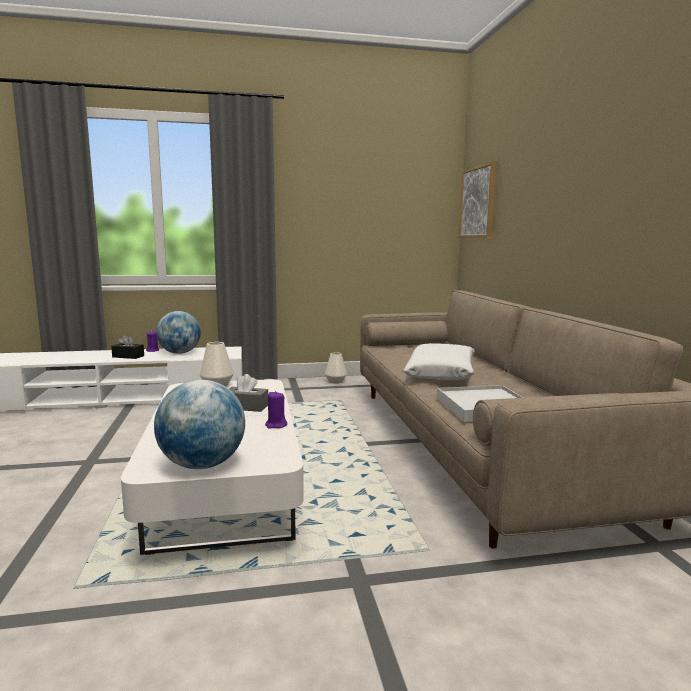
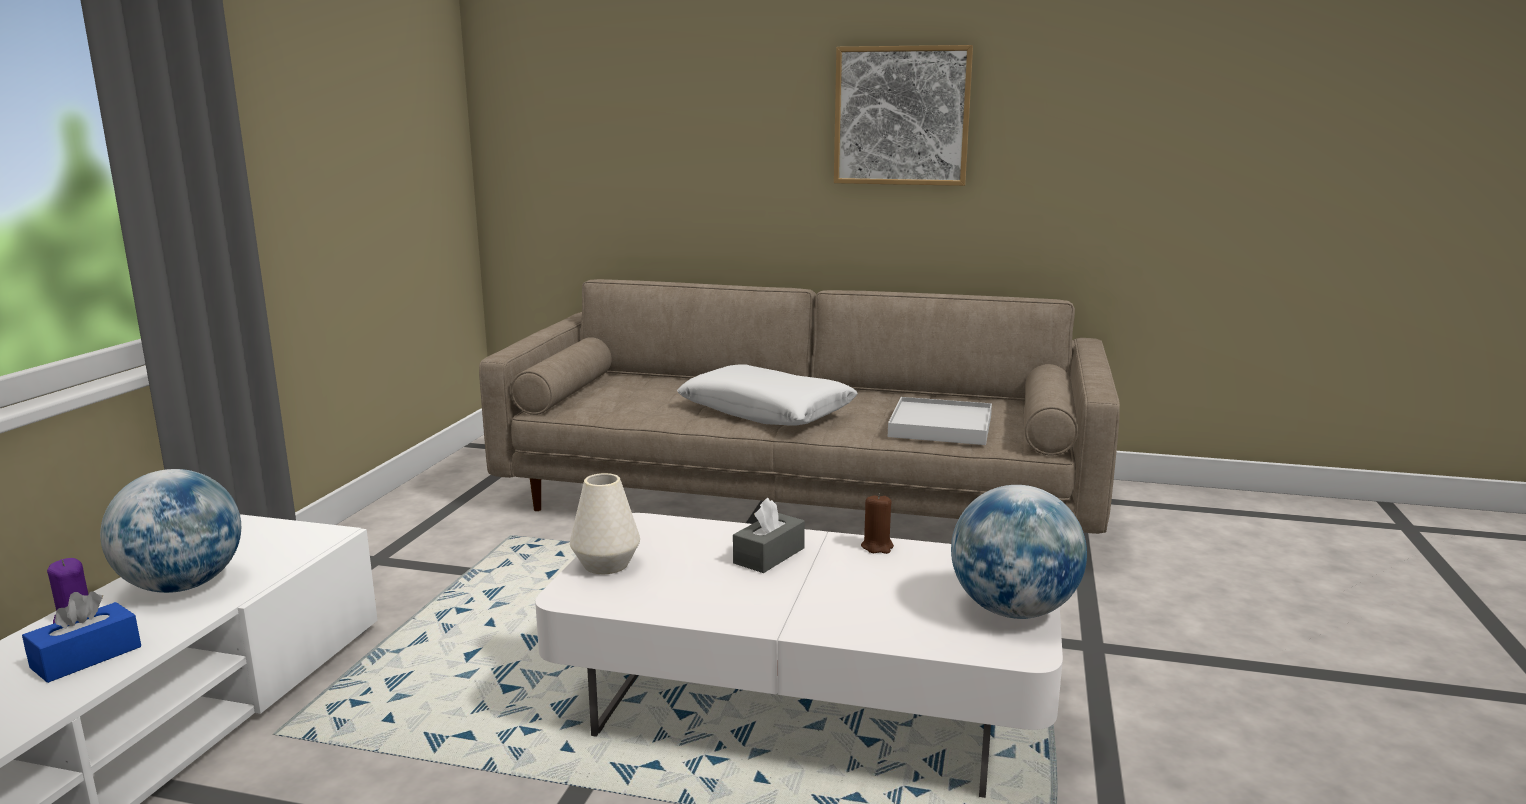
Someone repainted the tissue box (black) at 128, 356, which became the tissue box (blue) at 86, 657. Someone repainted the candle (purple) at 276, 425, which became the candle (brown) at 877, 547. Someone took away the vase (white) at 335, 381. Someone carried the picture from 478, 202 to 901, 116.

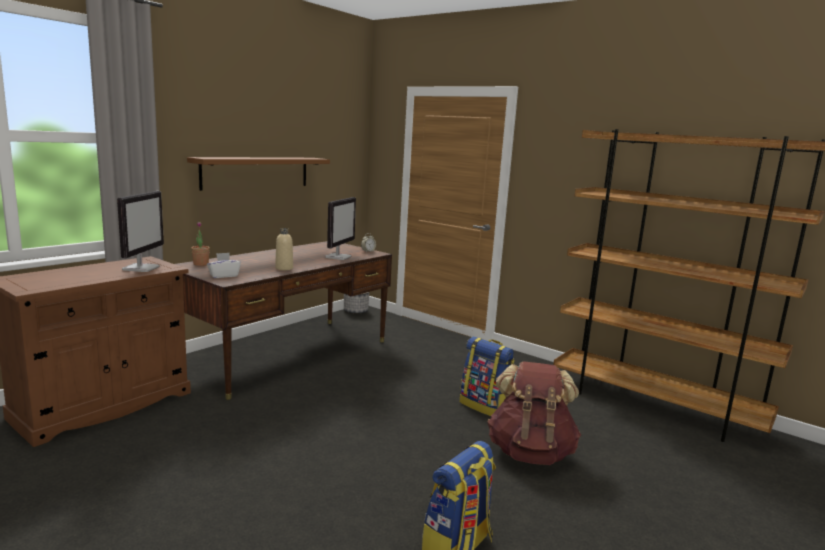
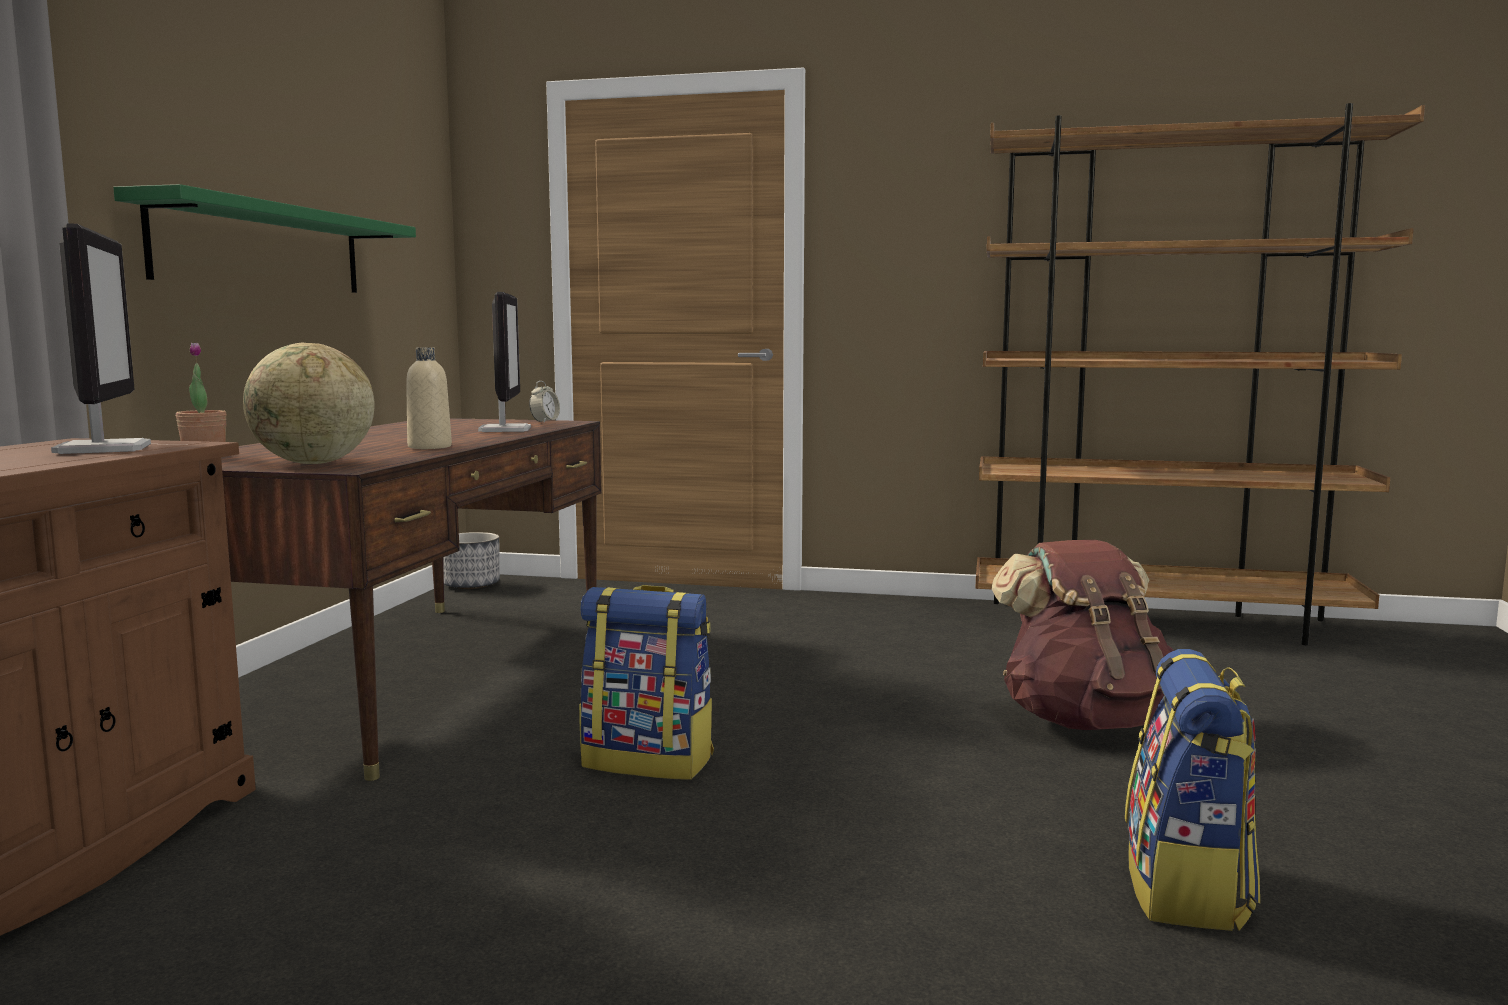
Someone repainted the shelf (brown) at 256, 172, which became the shelf (green) at 262, 249. Someone swapped the tissue box (white) at 224, 276 for the globe at 313, 463. Someone carried the backpack from 485, 406 to 649, 761.

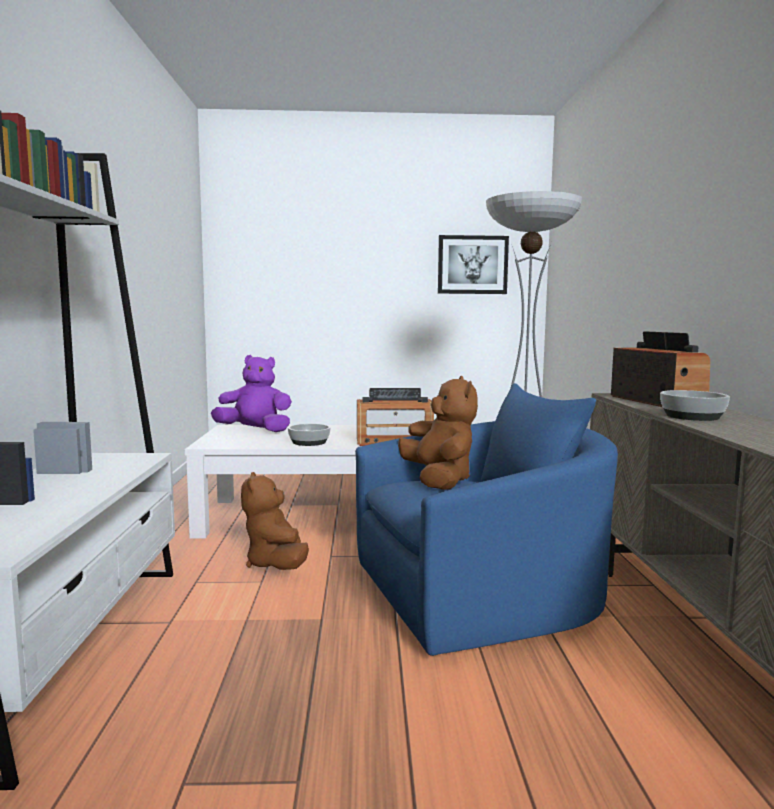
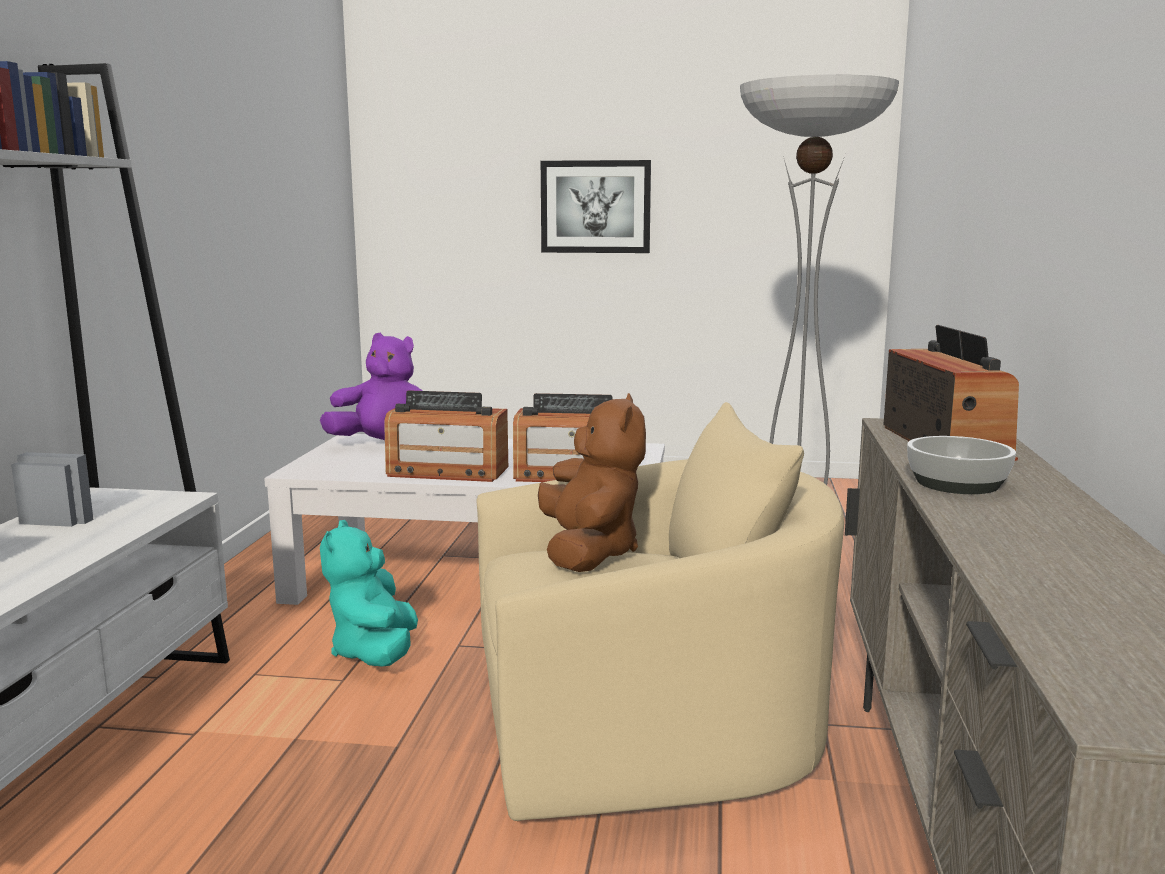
Someone repainted the plush toy (brown) at 276, 564, which became the plush toy (turquoise) at 375, 653. Someone swapped the bowl at 309, 442 for the radio at 447, 472. Someone repainted the armchair (blue) at 482, 596, which became the armchair (beige) at 646, 729. Someone carried the picture from 472, 265 to 595, 207.

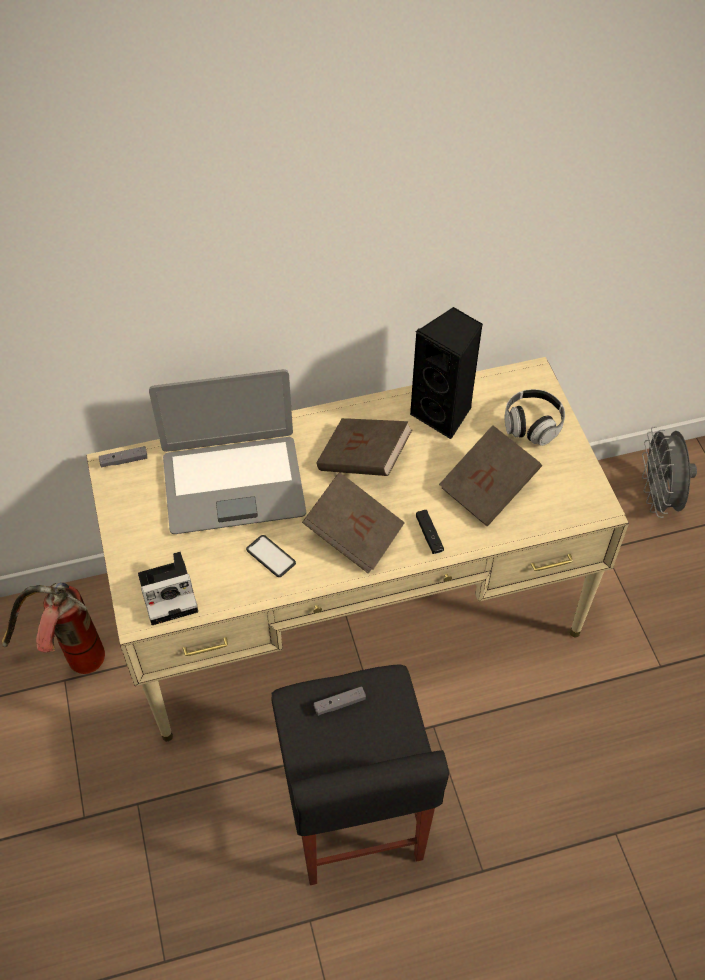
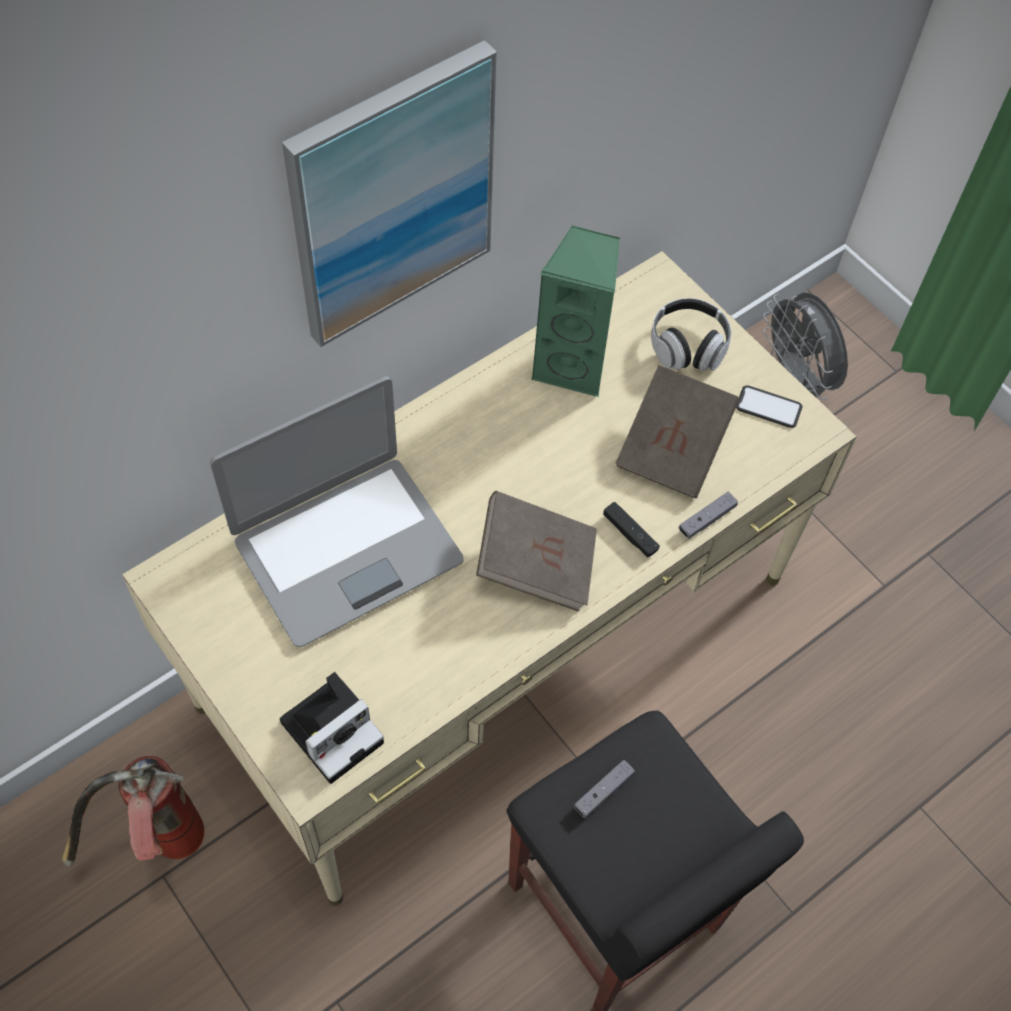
Someone carried the game controller (grey) from 124, 460 to 707, 519. Someone carried the phone from 271, 556 to 768, 407. Someone took away the book (brown) at 363, 460. Someone repainted the speaker (black) at 444, 414, which became the speaker (green) at 573, 365. Someone put up the picture at 392, 196.

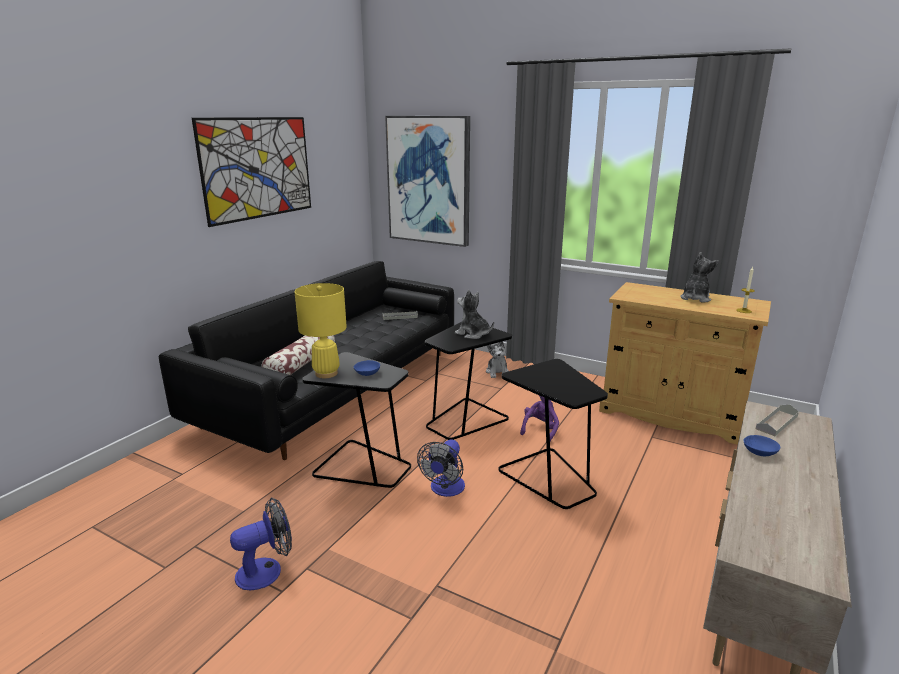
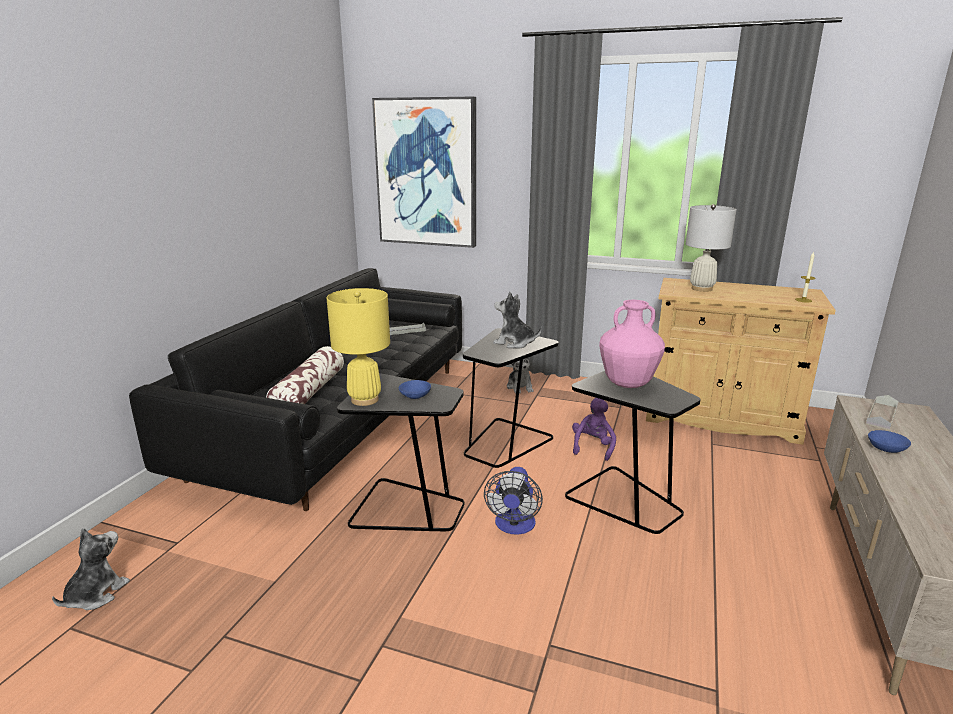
Someone took away the picture at 258, 168. Someone took away the fan at 267, 570. Someone carried the plush toy from 695, 298 to 96, 594. Someone put down the vase (pink) at 627, 384. Someone put down the table lamp (white) at 701, 289.

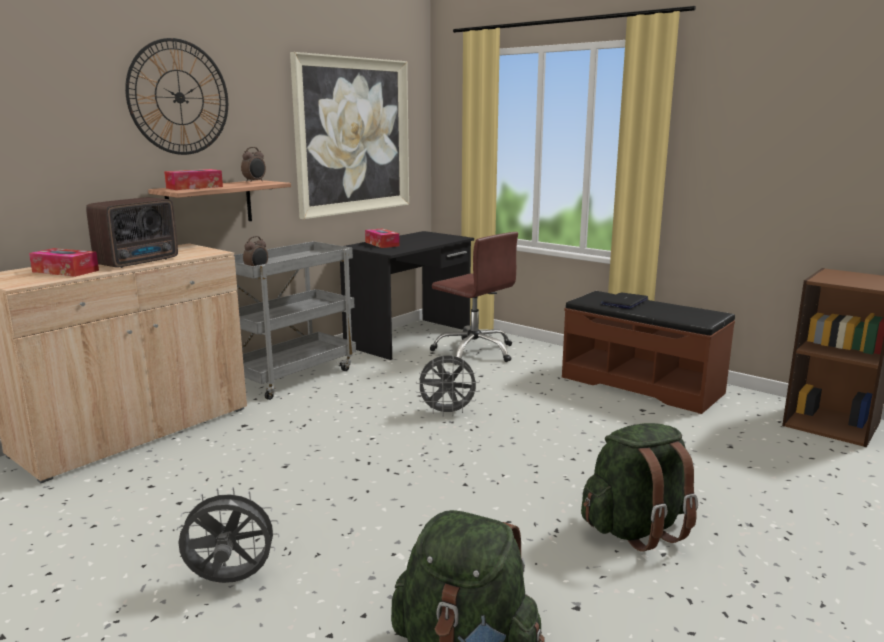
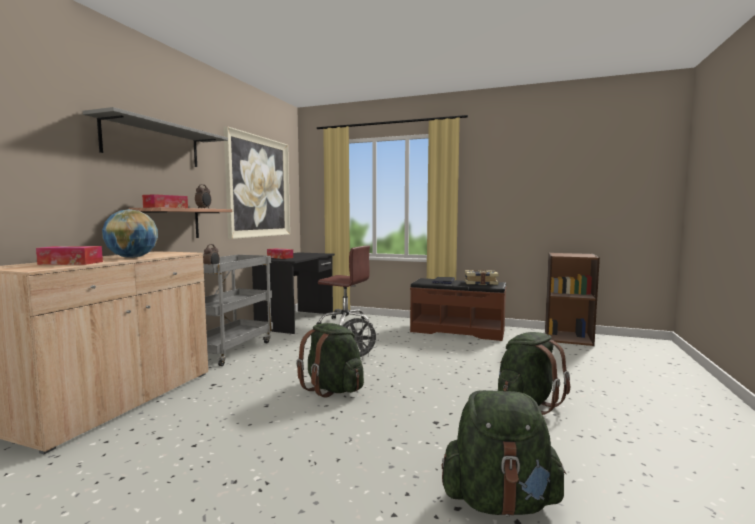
Someone swapped the radio at 140, 262 for the globe at 132, 257. Someone swapped the wall clock at 179, 97 for the shelf (grey) at 153, 144. Someone took away the fan (grey) at 230, 581. Someone put down the backpack (green) at 332, 389. Someone put down the book at 480, 283.

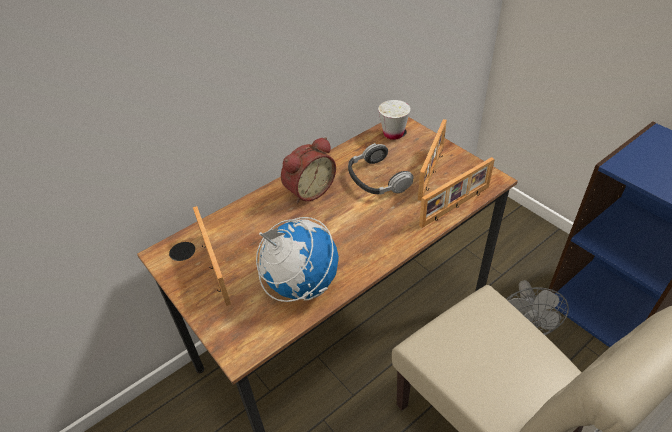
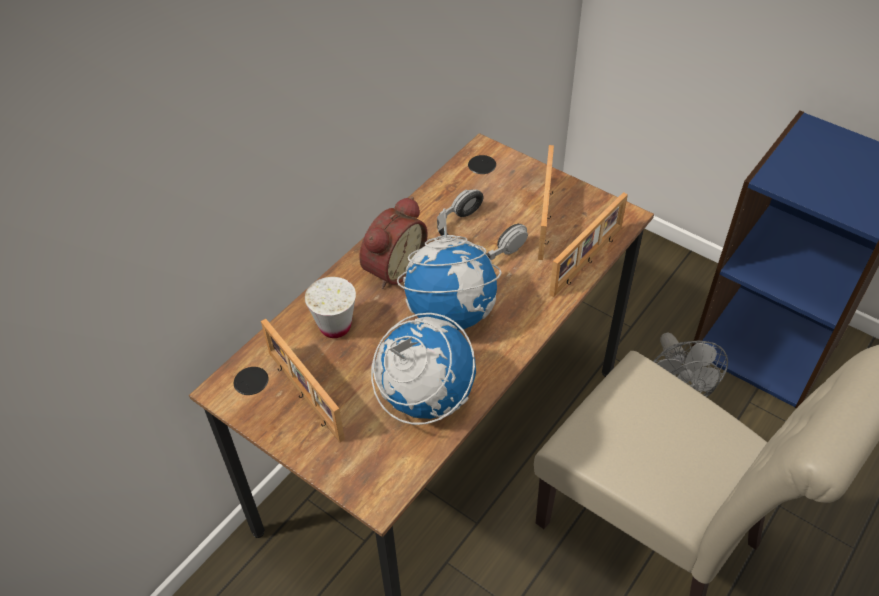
Someone carried the cup (white) from 393, 134 to 335, 326. Someone put down the globe at 451, 312.

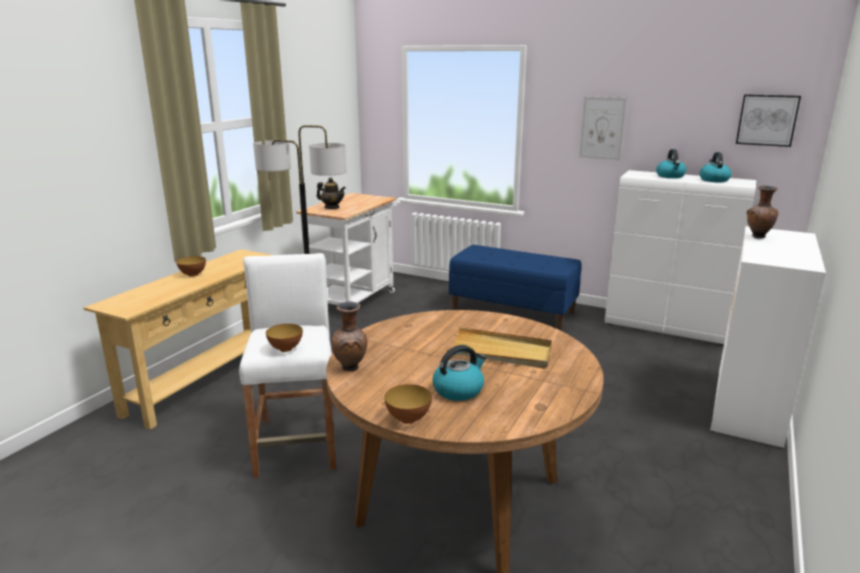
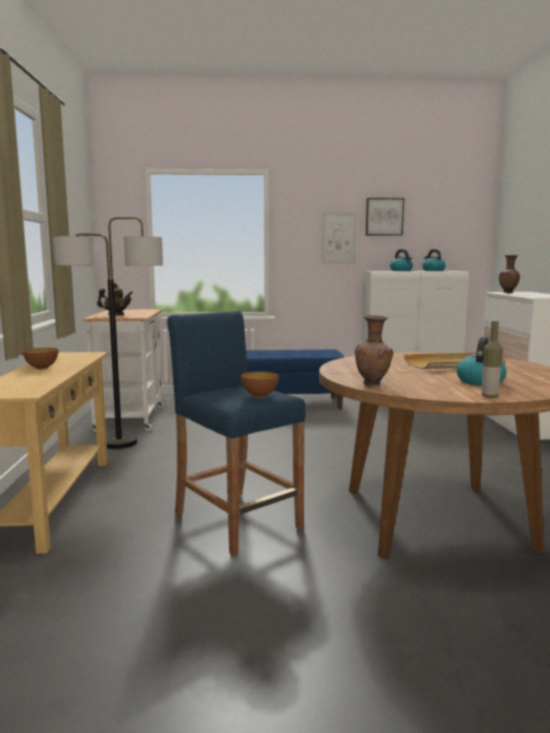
Someone repainted the stool (white) at 297, 443, which became the stool (blue) at 237, 520. Someone swapped the bowl at 408, 419 for the bottle at 489, 396. Someone carried the picture from 767, 120 to 384, 217.

